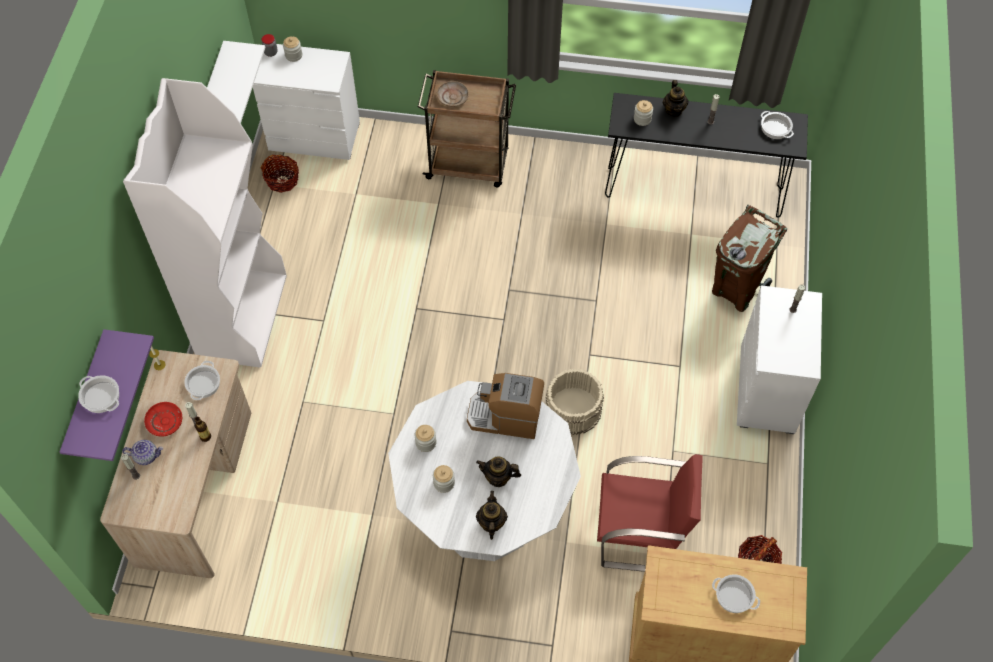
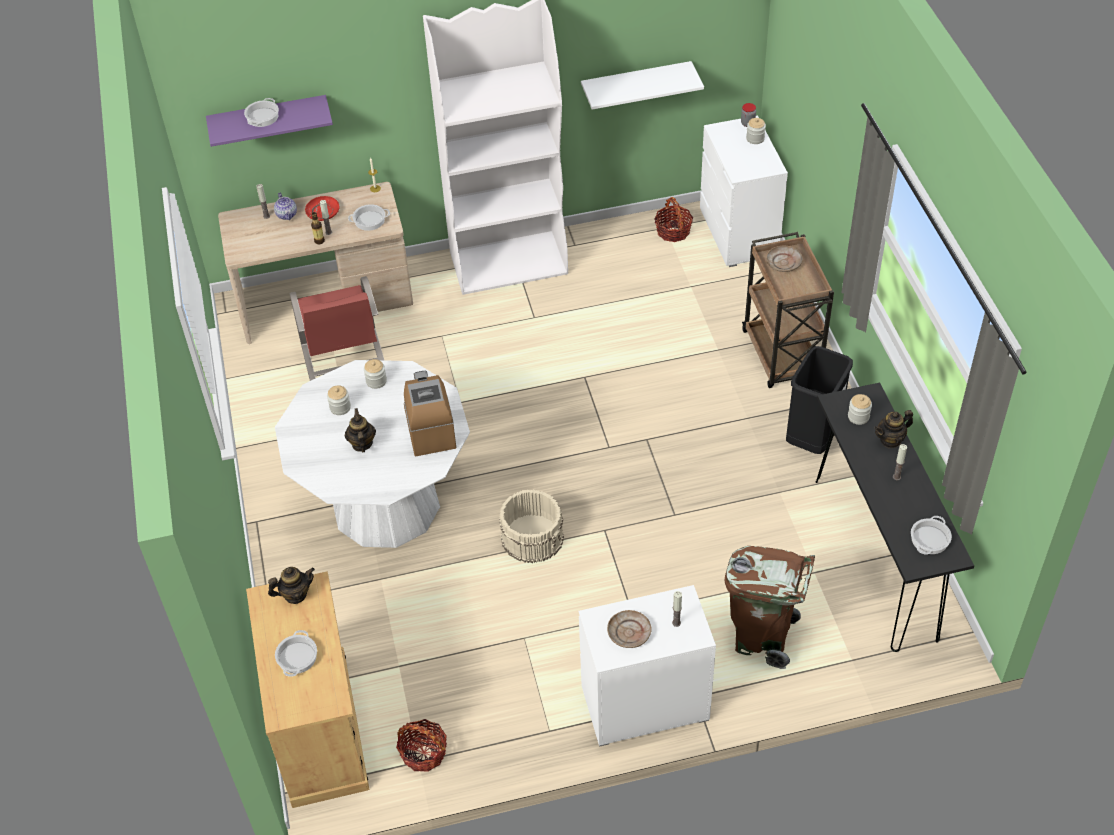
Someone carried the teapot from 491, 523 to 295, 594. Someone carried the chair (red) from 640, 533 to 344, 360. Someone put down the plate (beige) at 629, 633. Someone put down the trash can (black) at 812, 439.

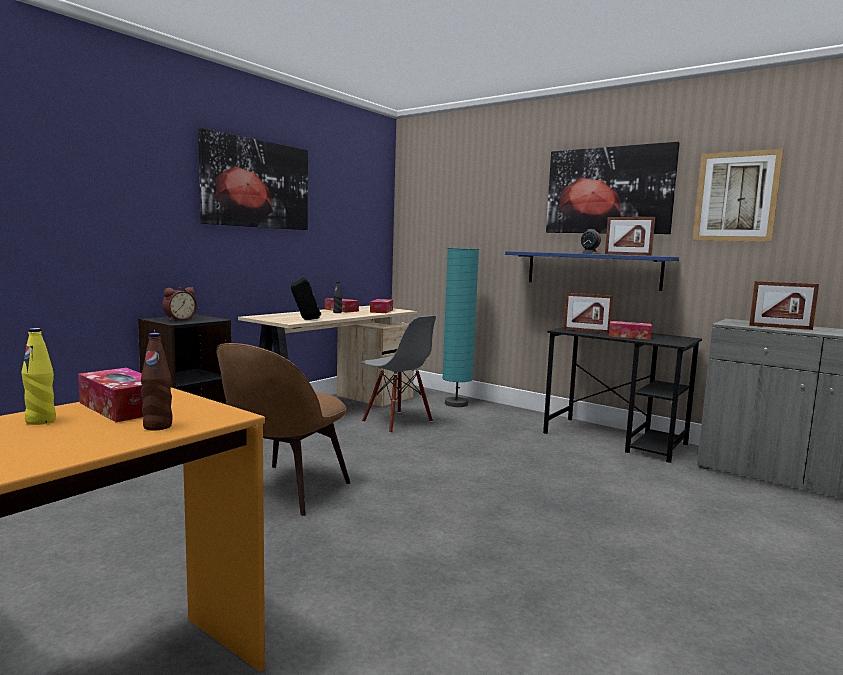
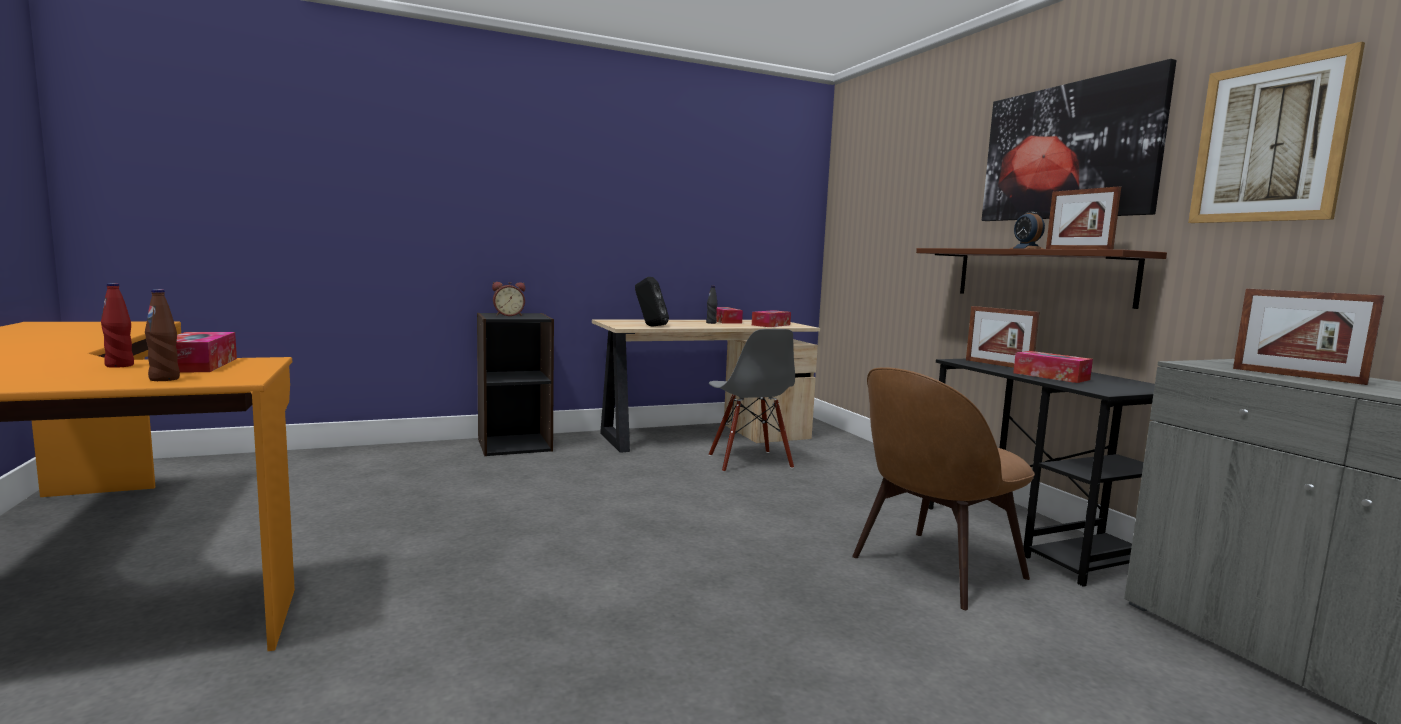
Someone repainted the bottle (yellow) at 41, 421, which became the bottle (red) at 120, 365. Someone took away the picture at 256, 184. Someone carried the chair (brown) from 283, 490 to 933, 569. Someone took away the floor lamp (turquoise) at 456, 404. Someone repainted the shelf (blue) at 592, 270, which became the shelf (brown) at 1040, 275.

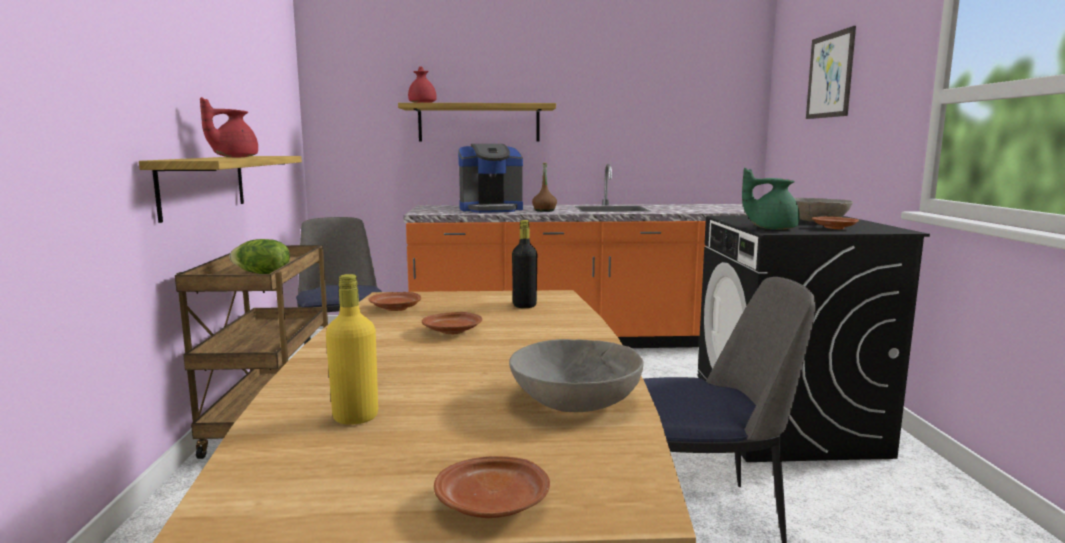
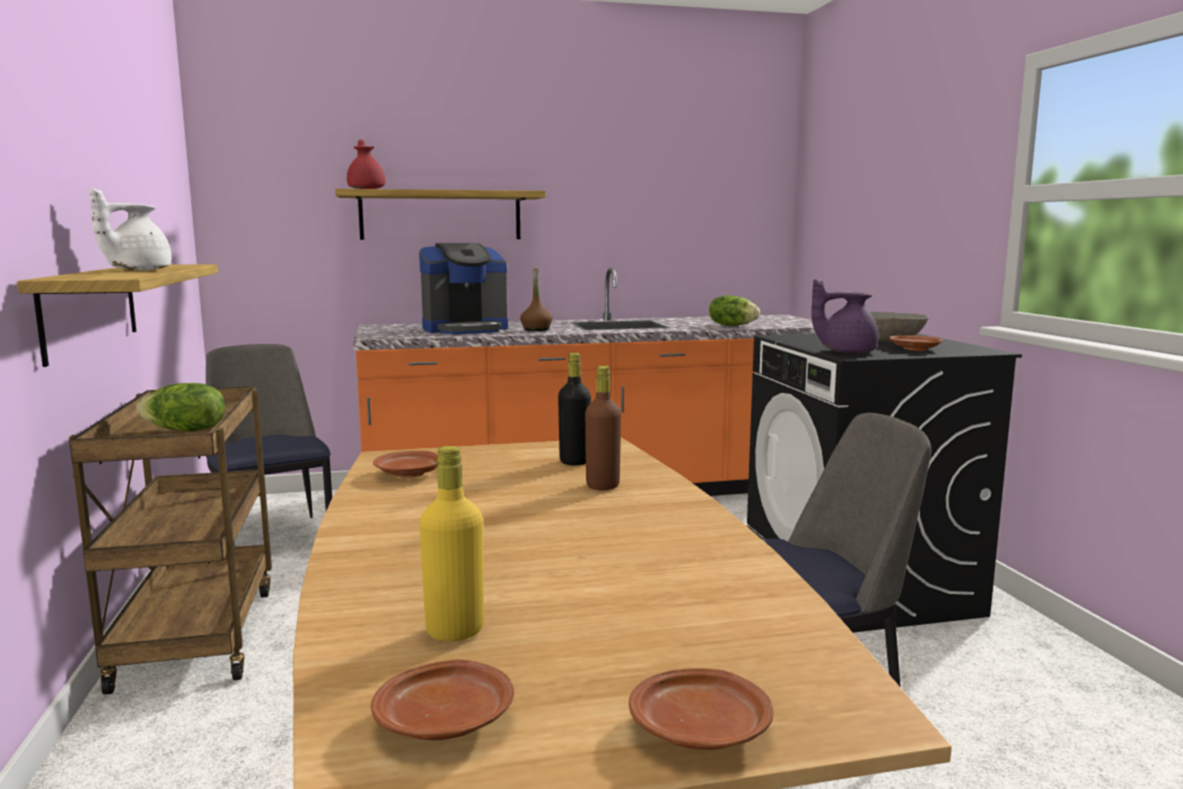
Someone repainted the teapot (red) at 233, 157, which became the teapot (white) at 136, 270. Someone carried the plate (brown) from 453, 331 to 446, 721. Someone took away the bowl (grey) at 575, 399. Someone repainted the teapot (green) at 771, 228, which became the teapot (purple) at 845, 352. Someone took away the picture at 830, 75. Someone put down the bottle (brown) at 602, 486. Someone put down the lettuce at 732, 325.

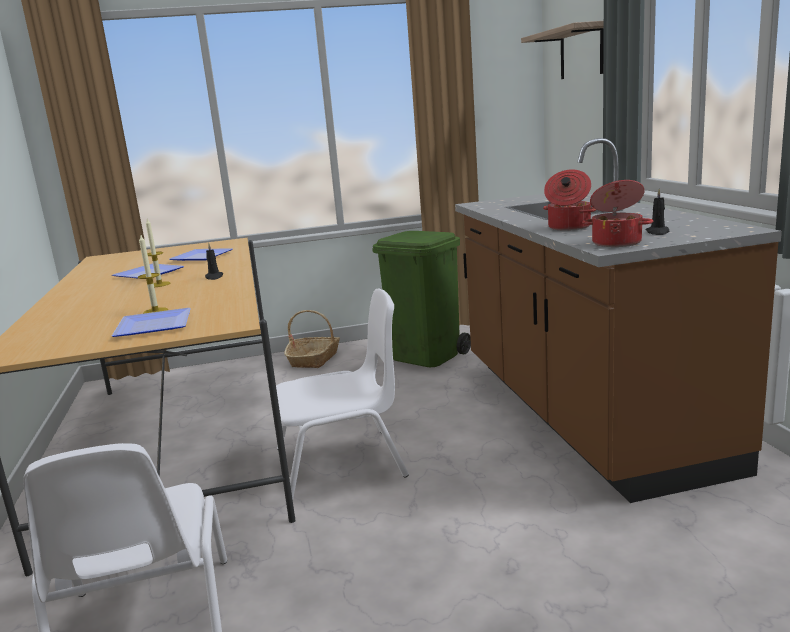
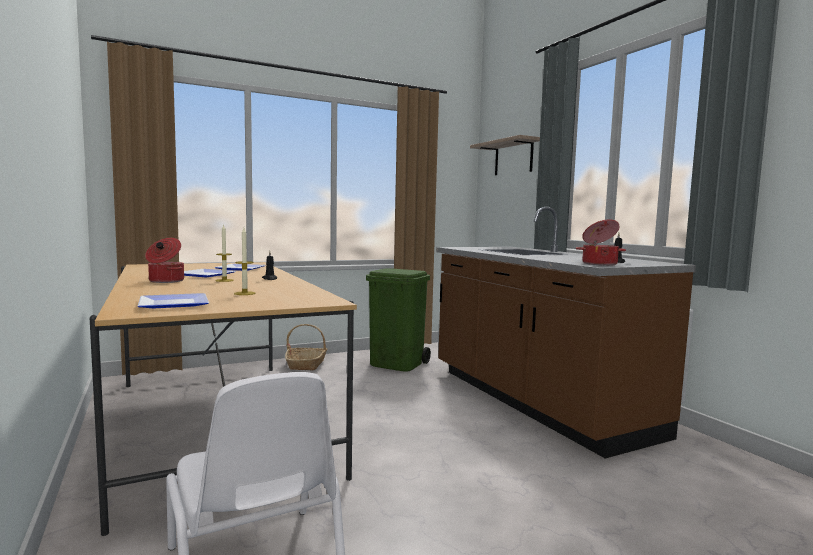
Someone carried the plate from 156, 326 to 176, 304. Someone took away the chair (white) at 342, 463. Someone carried the cooking pot from 568, 227 to 165, 281.

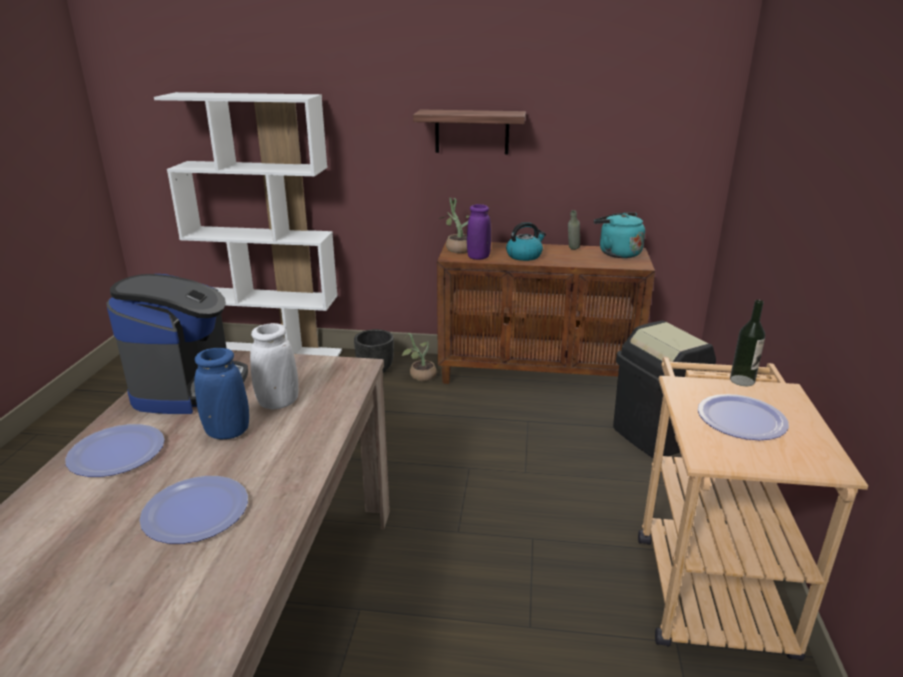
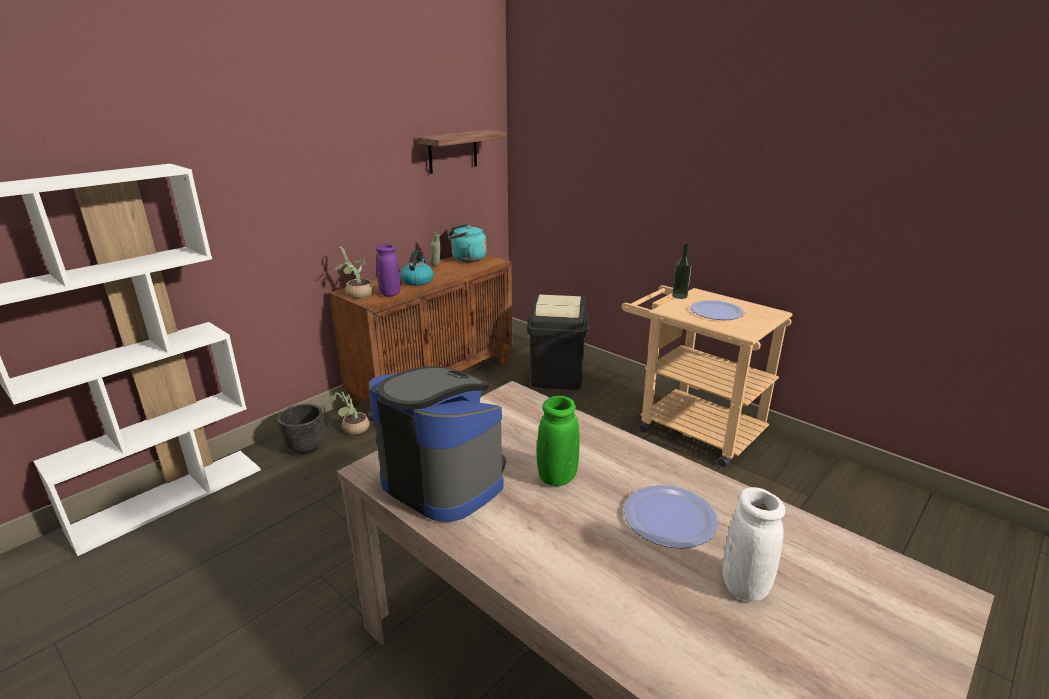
Someone took away the plate at 117, 452. Someone repainted the vase (blue) at 227, 432, which became the vase (green) at 557, 477. Someone carried the vase (white) from 278, 403 to 744, 585. Someone carried the shelf from 472, 132 to 452, 151.

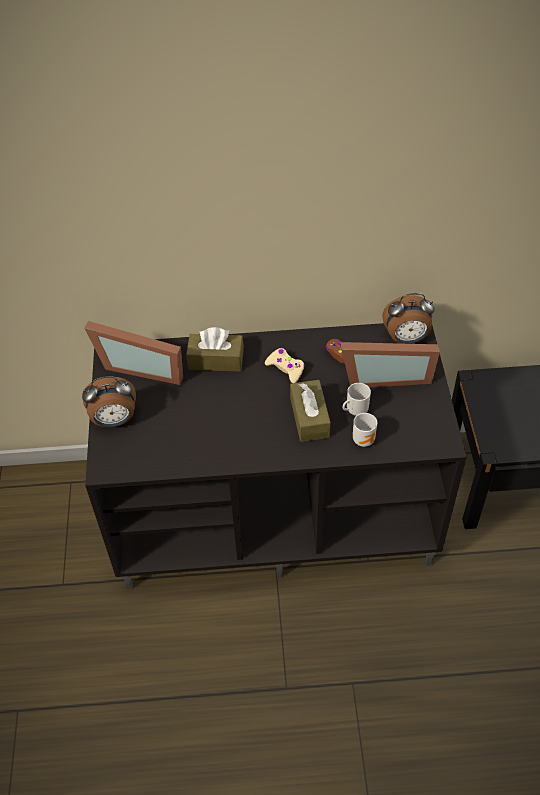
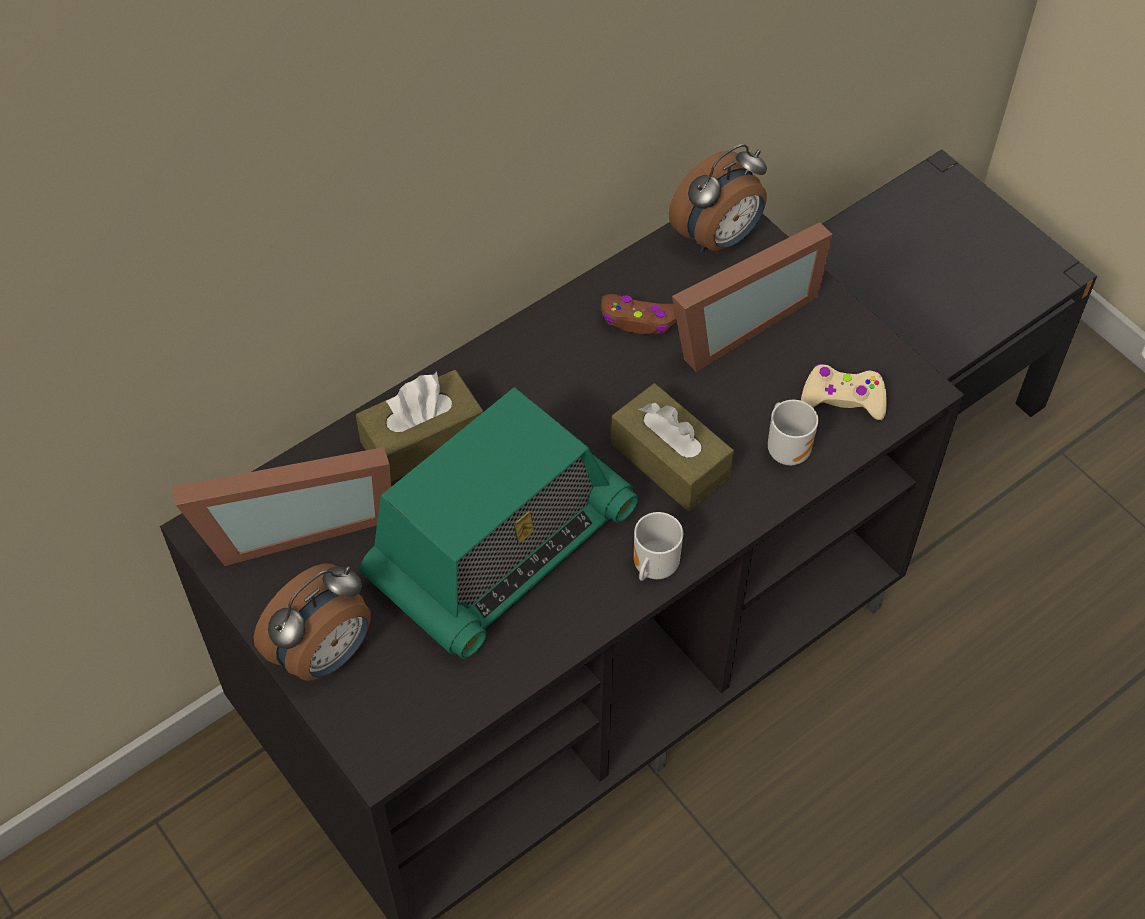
Someone carried the game controller (beige) from 286, 368 to 842, 399. Someone carried the mug from 355, 410 to 652, 567. Someone put down the radio at 500, 547.

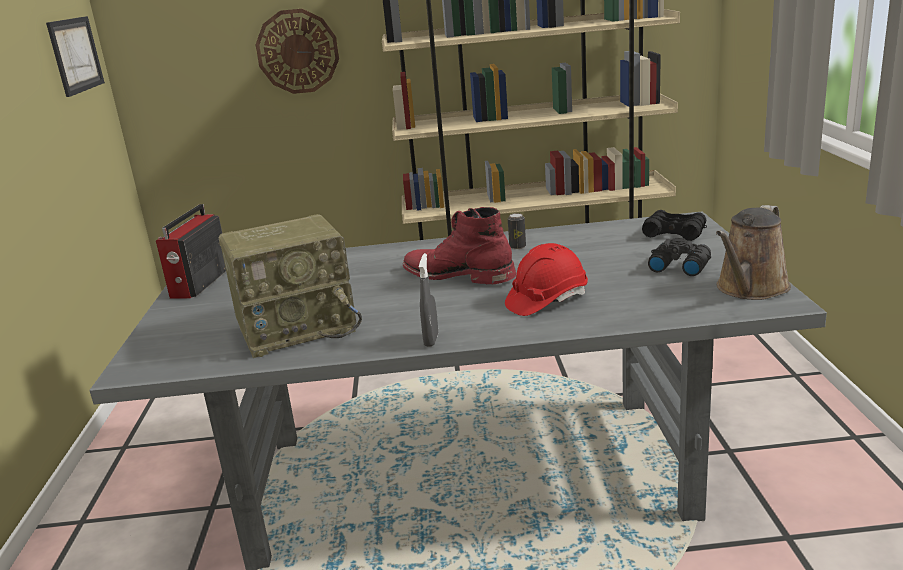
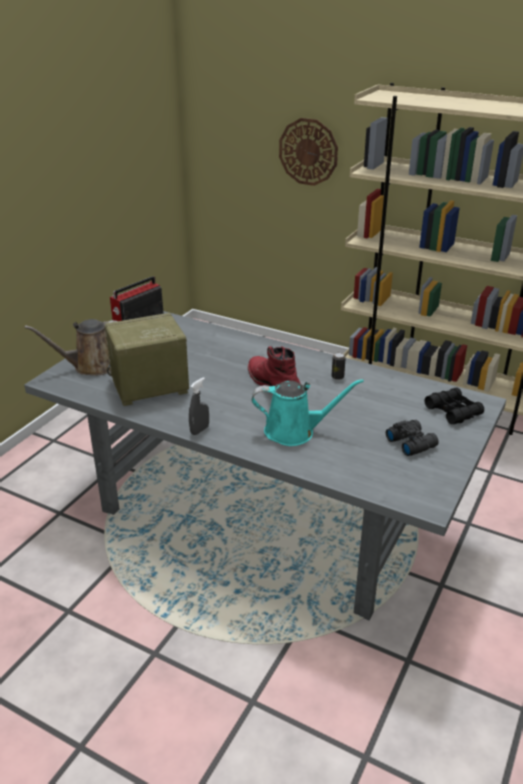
Someone took away the picture at 75, 55. Someone rotated the radio at 298, 328 by 150 degrees clockwise. Someone swapped the hard hat (red) at 546, 300 for the watering can (turquoise) at 294, 431. Someone carried the watering can (brown) from 750, 289 to 91, 366.

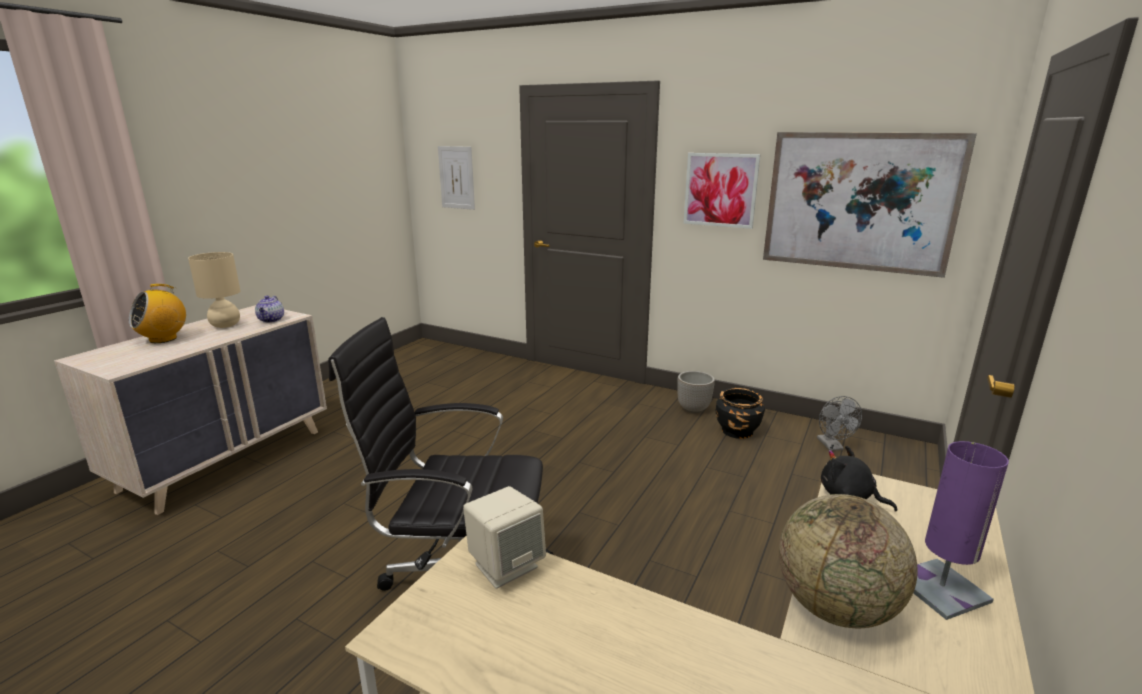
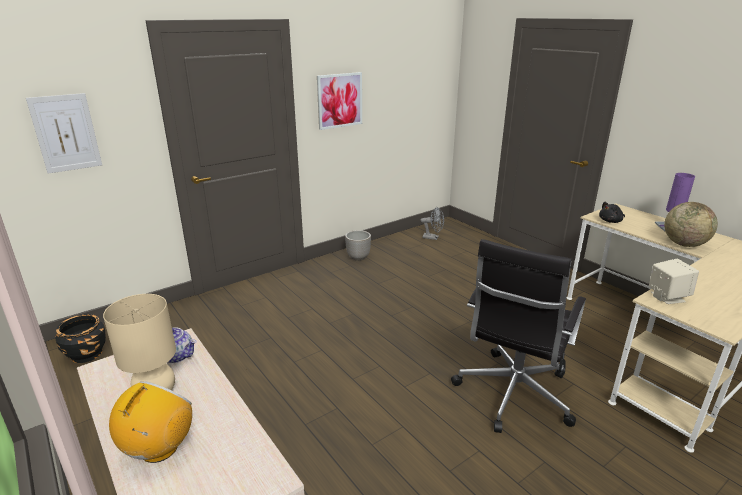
Someone rotated the radio at 163, 339 by 135 degrees counterclockwise. Someone carried the planter (black) from 737, 431 to 87, 354. Someone took away the picture at 859, 202.

